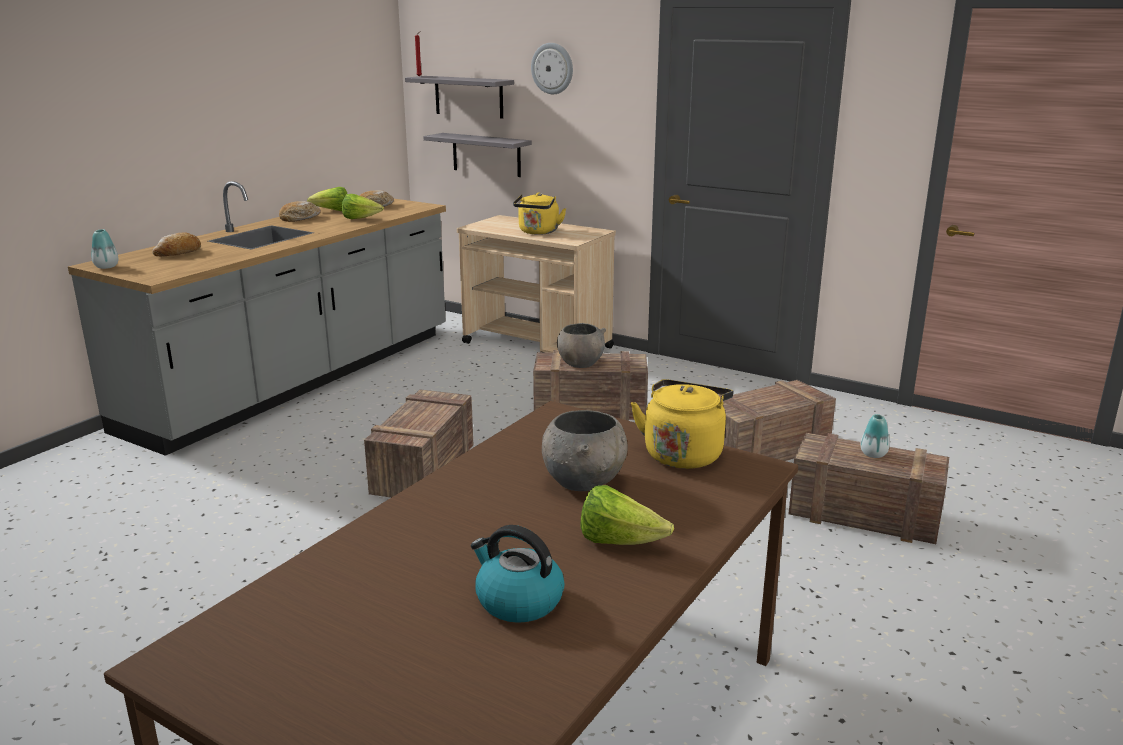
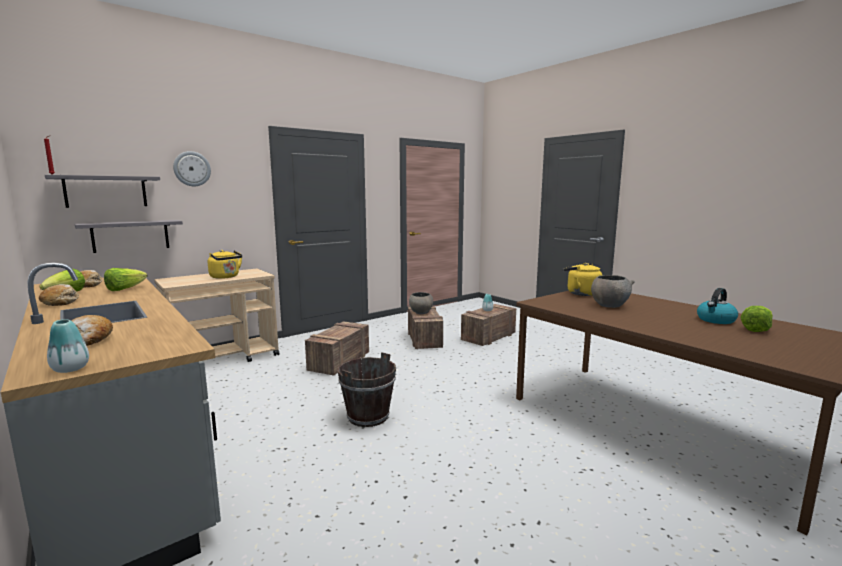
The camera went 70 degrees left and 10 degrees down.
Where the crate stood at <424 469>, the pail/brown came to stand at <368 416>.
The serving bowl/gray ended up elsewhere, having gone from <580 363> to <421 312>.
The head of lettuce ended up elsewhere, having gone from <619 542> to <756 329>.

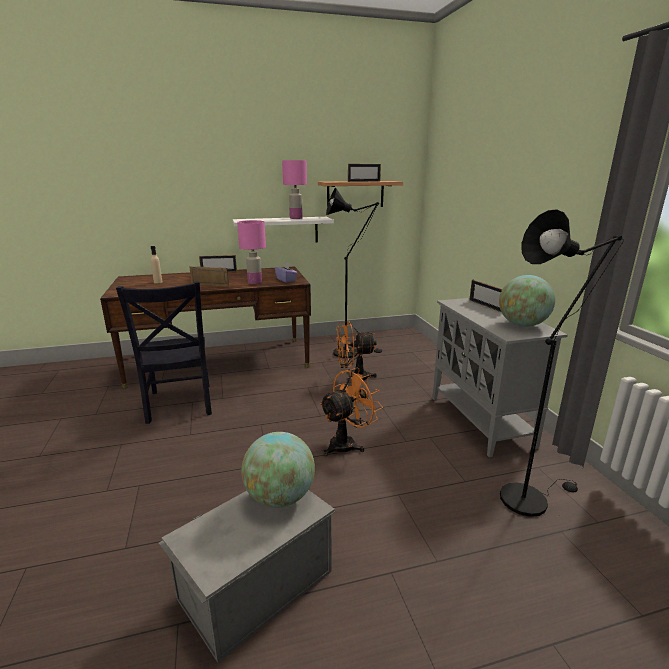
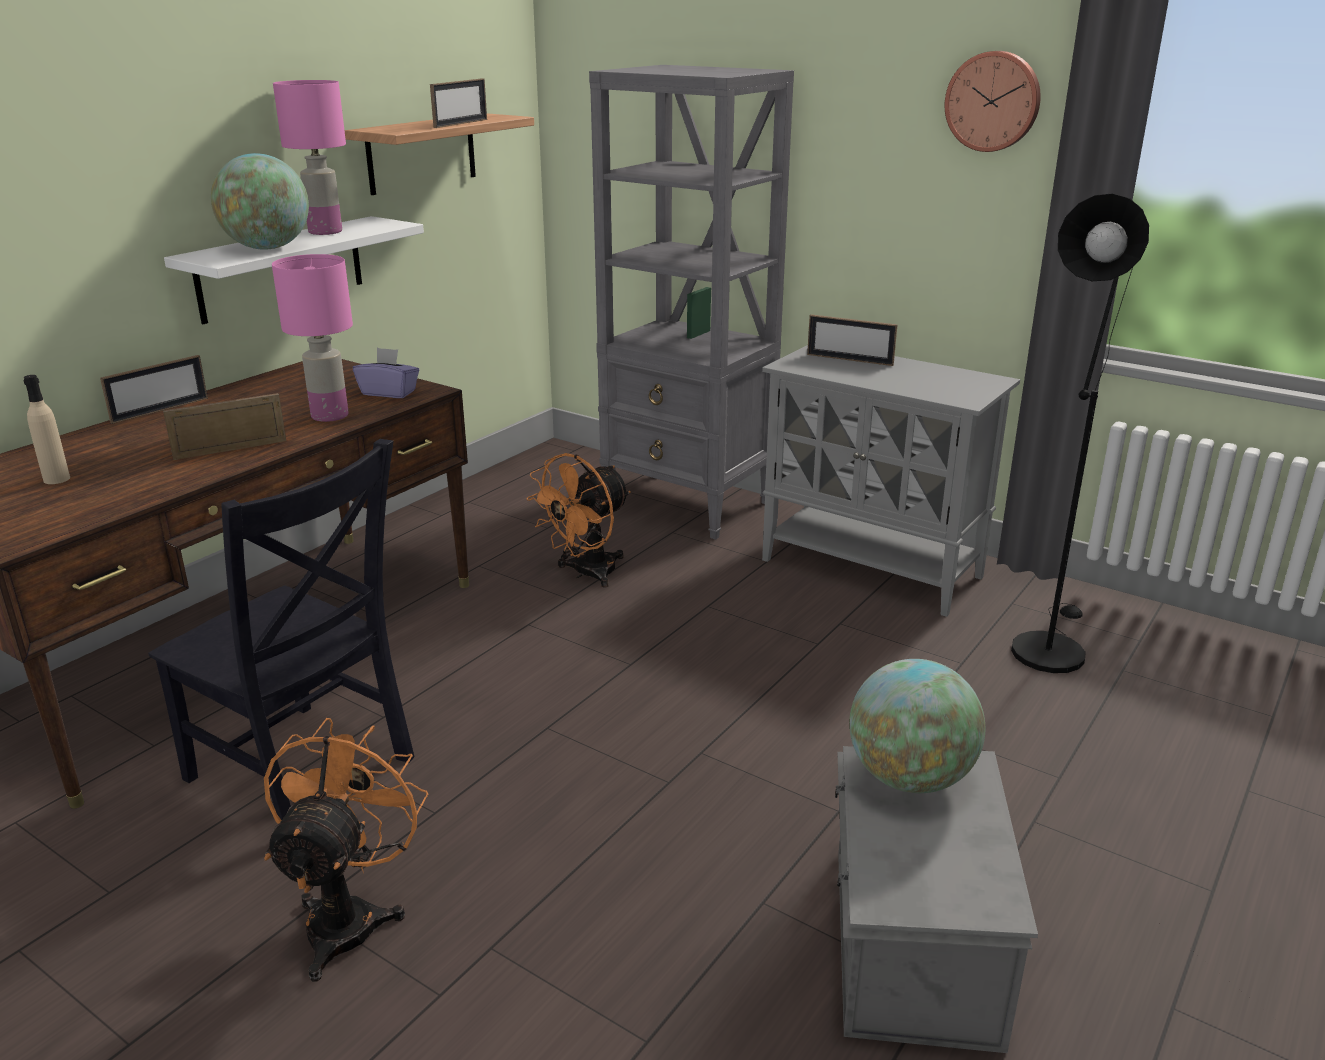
The camera went 40 degrees left and 5 degrees up.
The electric fan/orangey ended up elsewhere, having gone from <347 443> to <350 916>.
The second view lost the standard lamp/blackish at <350 352>.
The globe ended up elsewhere, having gone from <522 325> to <267 248>.
The second view gained the bookcase/gray at <688 505>.
The second view gained the clock on the wall at <993 101>.

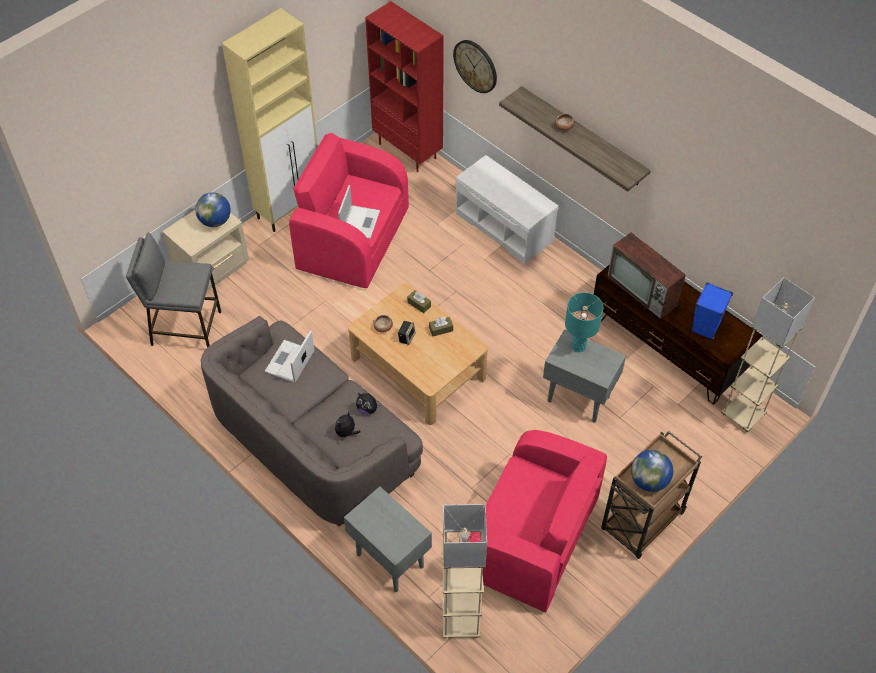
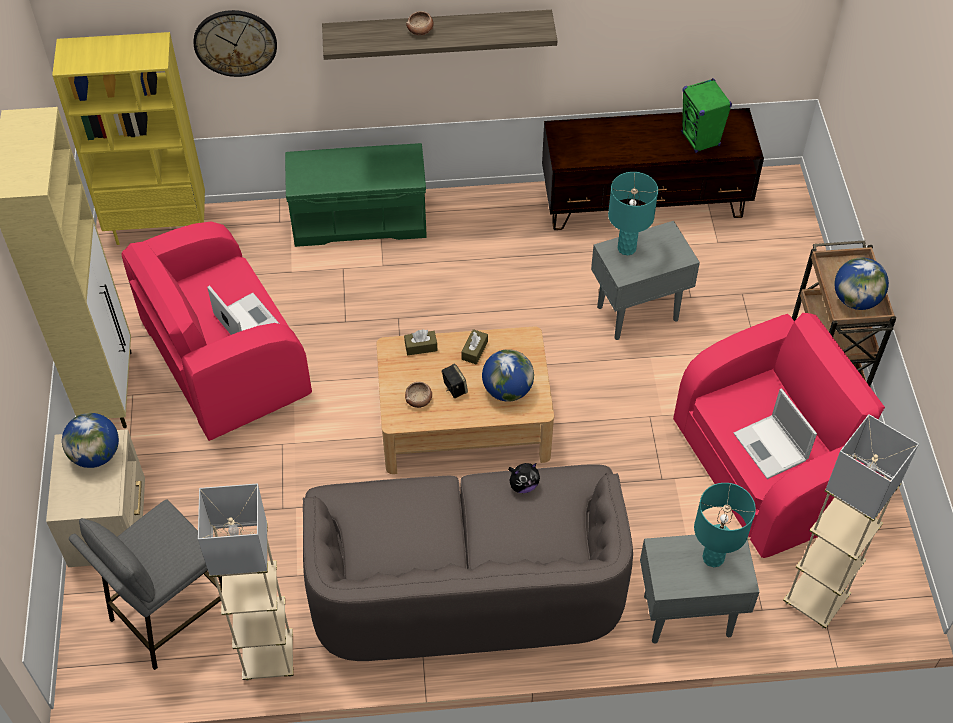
The camera went 50 degrees left and 0 degrees up.
The portable computer ended up elsewhere, having gone from <289 362> to <771 448>.
The second view lost the plush toy at <346 433>.
What was the bookcase/reddish at <408 151> turned into the bookcase/yellow at <159 226>.
What was the long seat/white at <505 227> turned into the long seat/green-coloured at <360 219>.
The second view lost the TV at <643 291>.
What was the audio speaker/bluish at <706 328> turned into the audio speaker/green-coloured at <700 139>.
The standard lamp/sand-coloured ended up elsewhere, having gone from <742 415> to <268 657>.
The second view gained the globe at <507 390>.
The second view gained the tabletop lamp/turquoise-coloured at <713 557>.

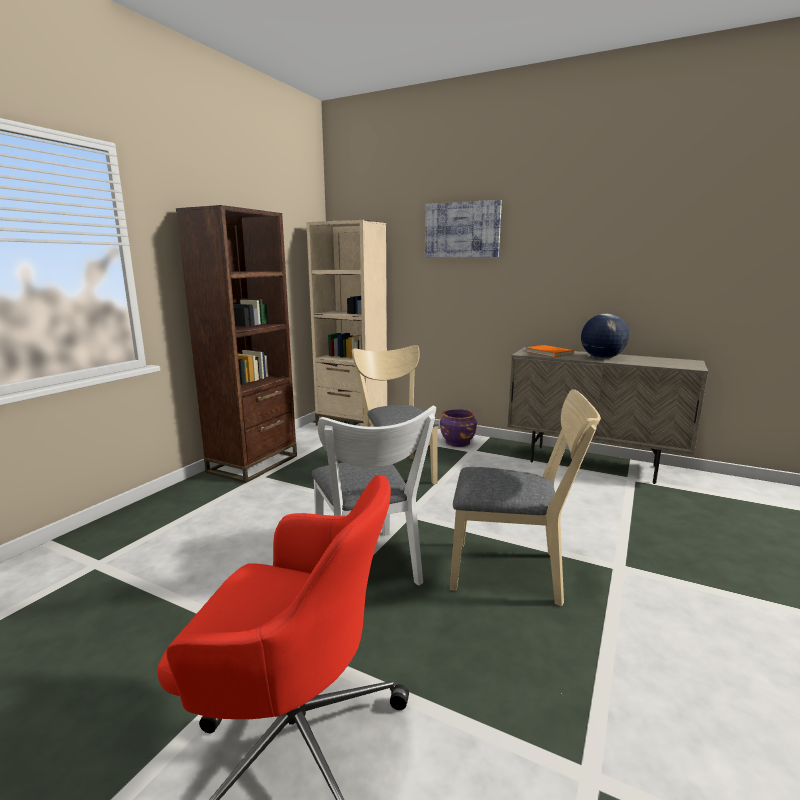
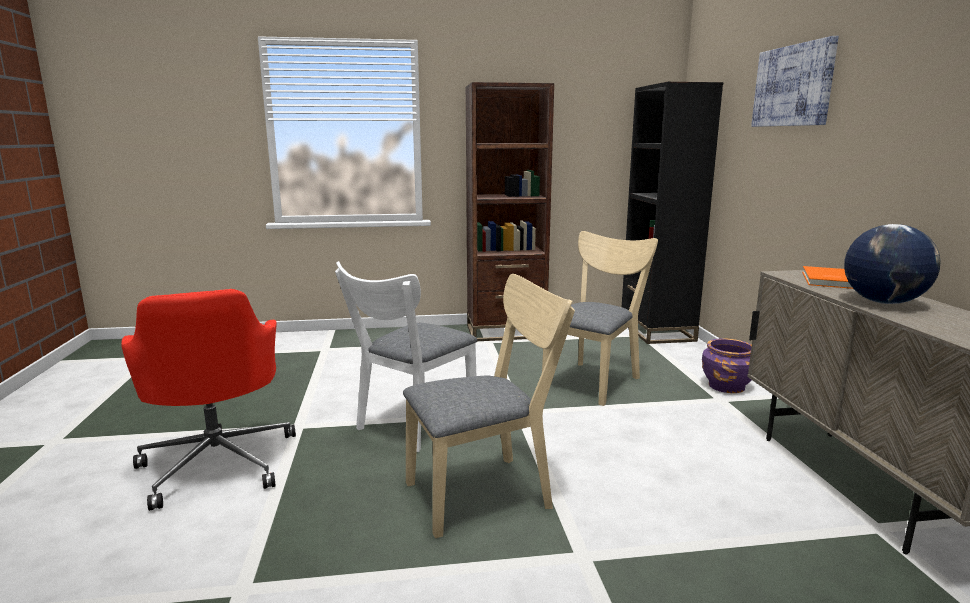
The camera went 55 degrees right and 0 degrees up.
What was the bookcase/sand-coloured at <351 424> turned into the bookcase/blackish at <656 331>.
The chair/sand-coloured at <516 572> ended up facing another way, 90 degrees counterclockwise from before.

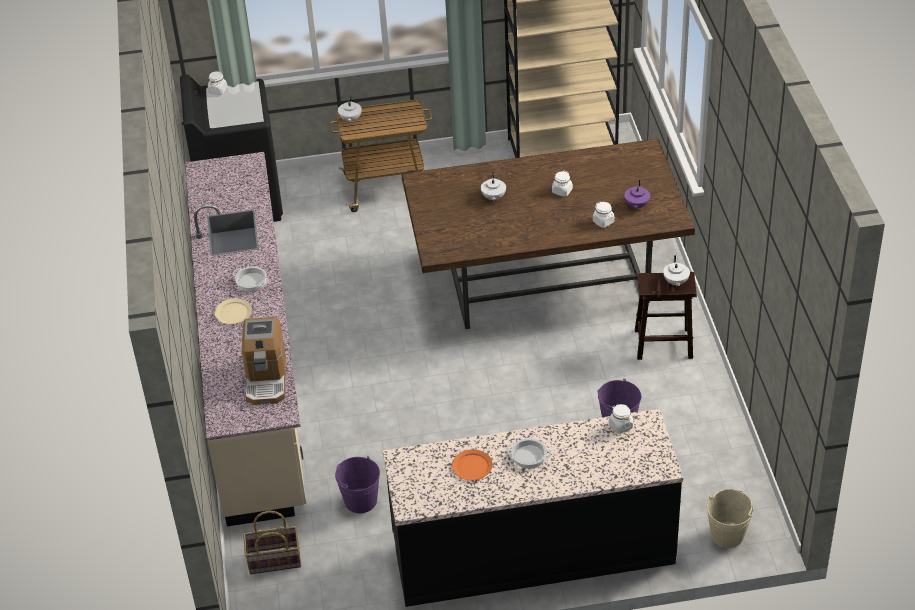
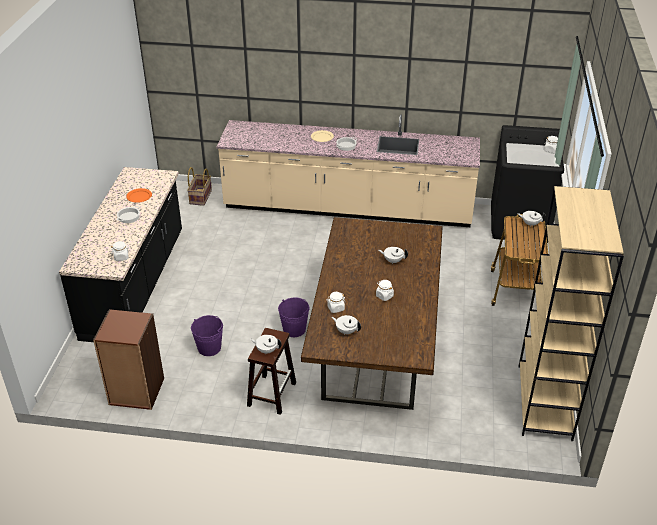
The camera went 105 degrees right and 5 degrees down.
The second view lost the coffee brewer at <266 378>.
The pail/purplish ended up elsewhere, having gone from <360 500> to <294 329>.
What was the tea pot/purplish at <636 205> turned into the tea pot/white at <346 331>.
The second view lost the pail/sand-coloured at <727 534>.
The second view gained the bookcase/brown at <136 392>.

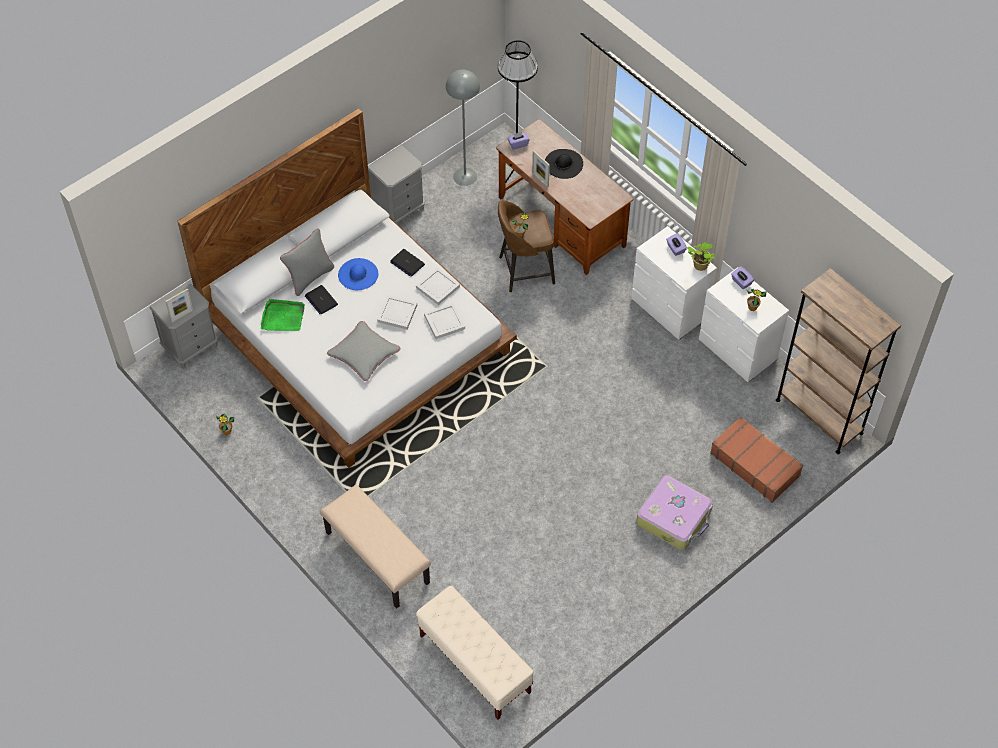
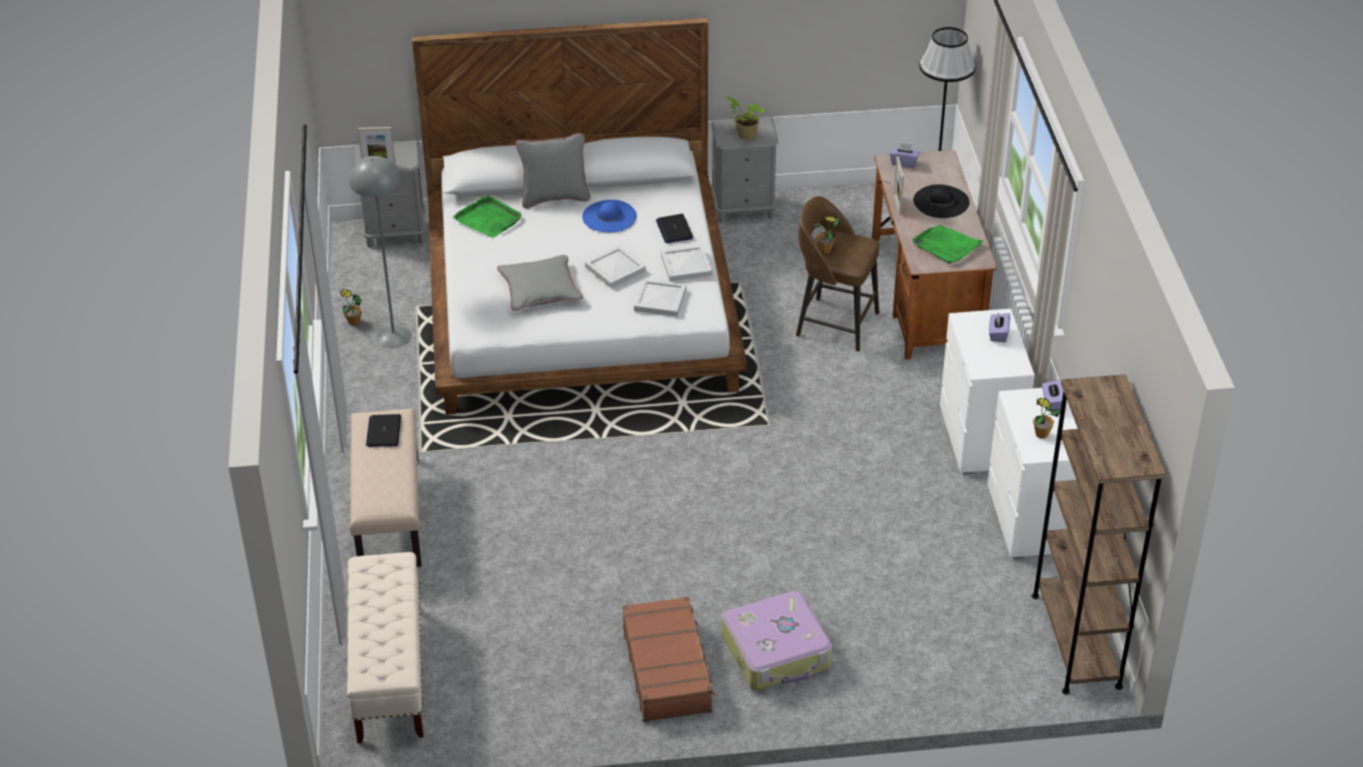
The camera went 35 degrees right and 15 degrees down.
The portable computer ended up elsewhere, having gone from <321 300> to <384 431>.
The standard lamp/gray ended up elsewhere, having gone from <465 176> to <394 337>.
The plant in a pot ended up elsewhere, having gone from <699 266> to <745 134>.
The suitcase/brown ended up elsewhere, having gone from <755 464> to <668 669>.
The second view gained the carrying tray/green-coloured at <946 246>.

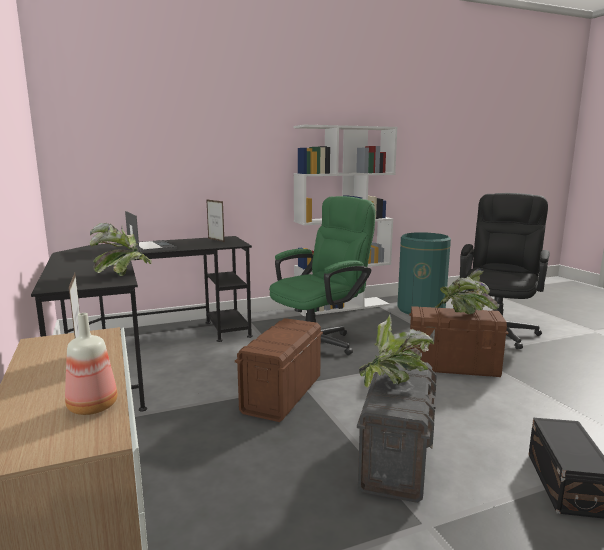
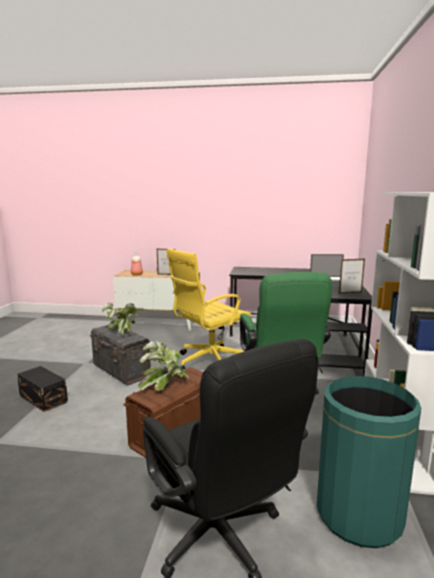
The camera went 120 degrees right and 0 degrees up.
The second view lost the plant in a pot at <122 274>.
Where the storage box/brown stood at <282 394>, the office chair/yellow came to stand at <209 363>.

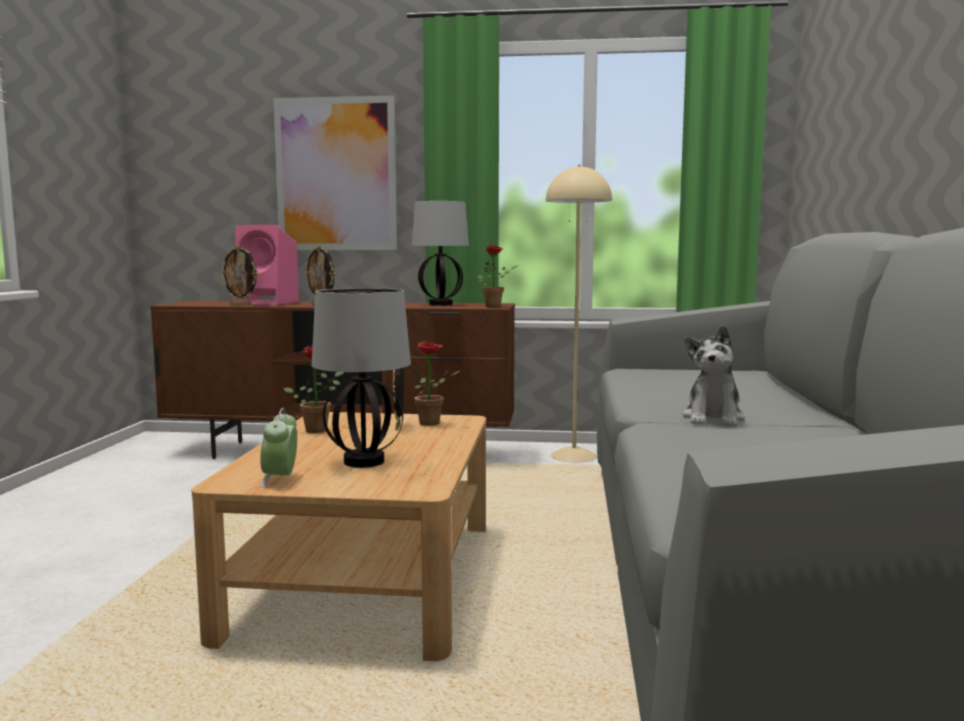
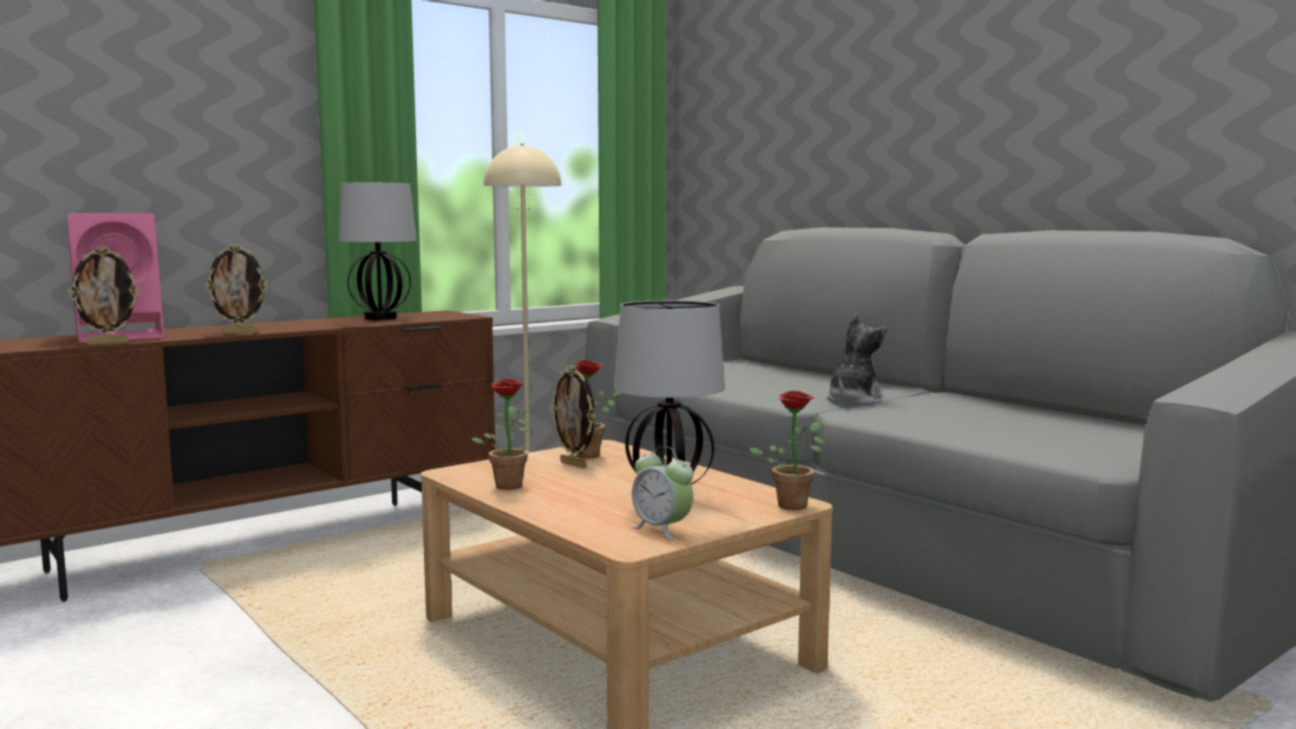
The camera went 45 degrees left and 0 degrees up.
The second view lost the picture at <336 174>.
The plant in a pot ended up elsewhere, having gone from <496 306> to <793 504>.
The plush toy at <713 418> ended up facing another way, 120 degrees counterclockwise from before.

